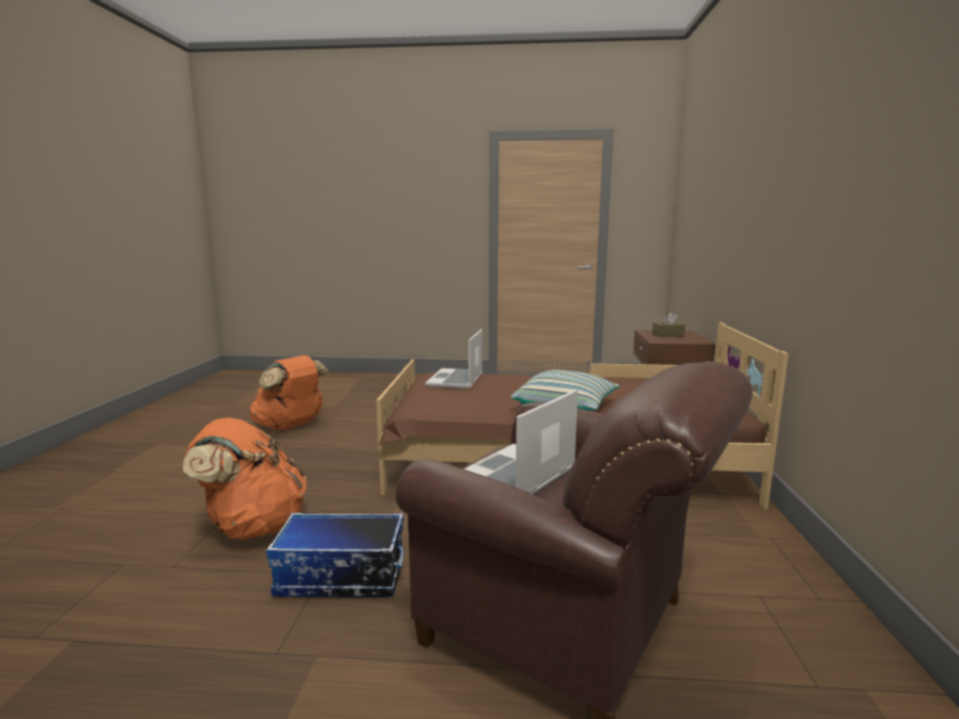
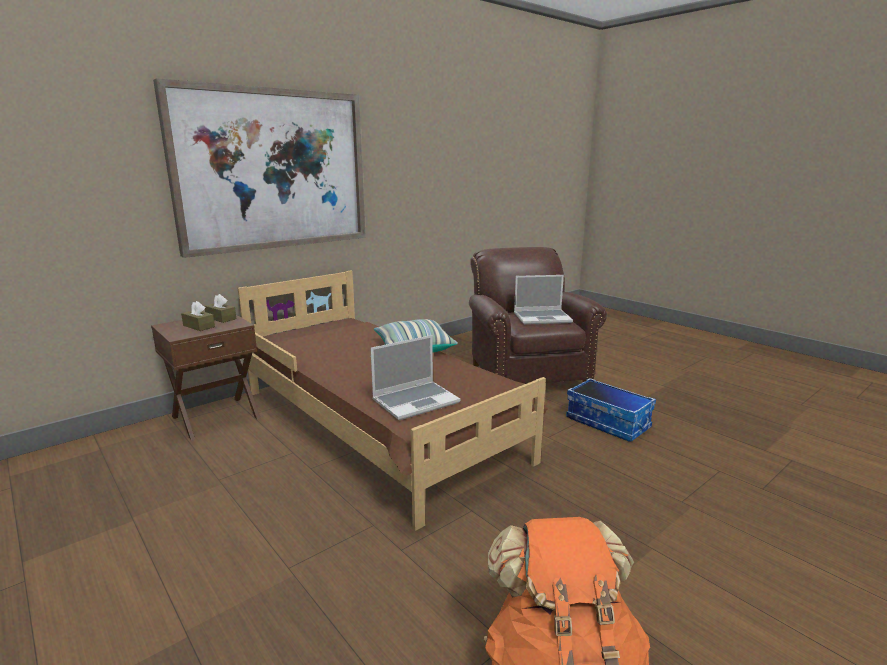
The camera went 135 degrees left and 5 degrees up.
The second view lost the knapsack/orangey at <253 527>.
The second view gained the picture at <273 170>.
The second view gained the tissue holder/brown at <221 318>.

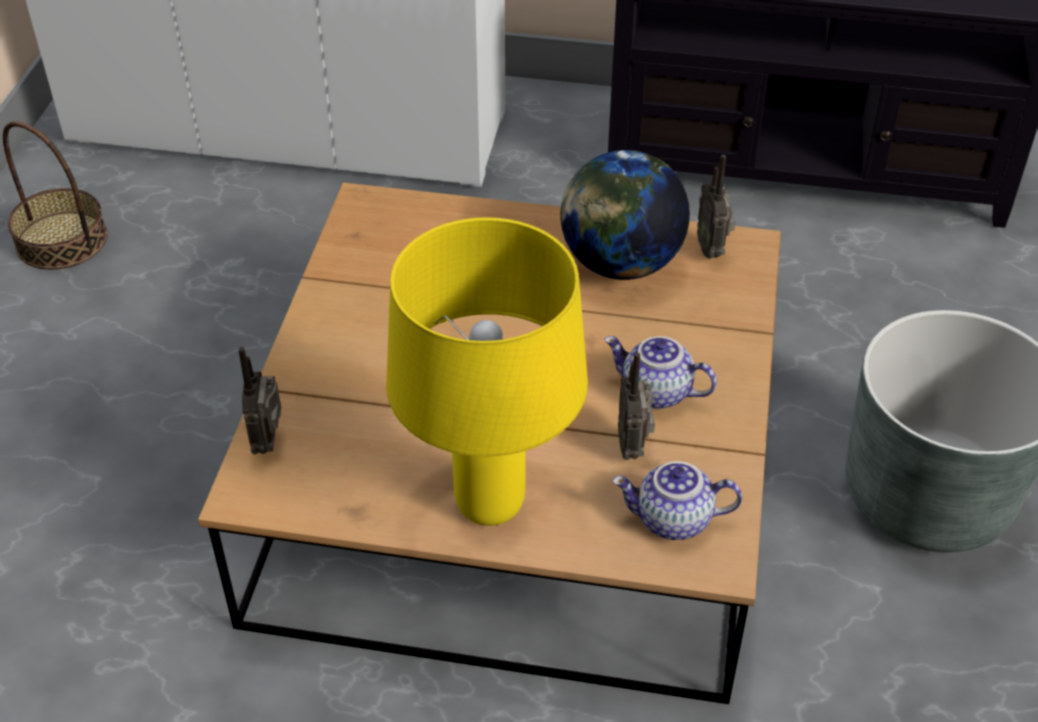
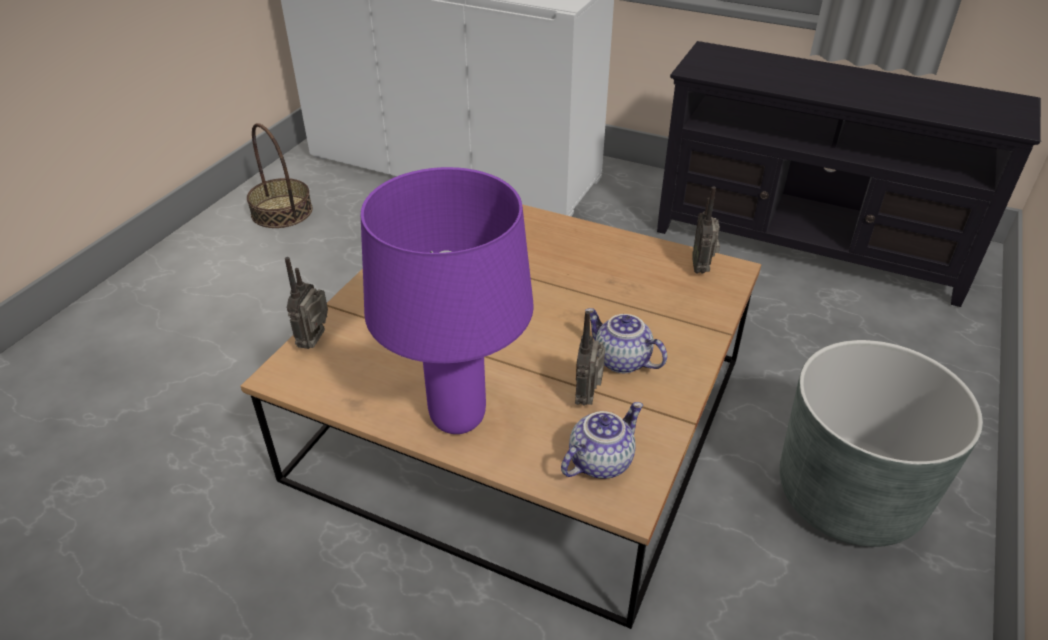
The camera went 15 degrees right and 5 degrees down.
What was the tabletop lamp/yellow at <491 504> turned into the tabletop lamp/purplish at <459 418>.
The second view lost the globe at <621 264>.
The tea pot at <673 521> ended up facing another way, 120 degrees clockwise from before.

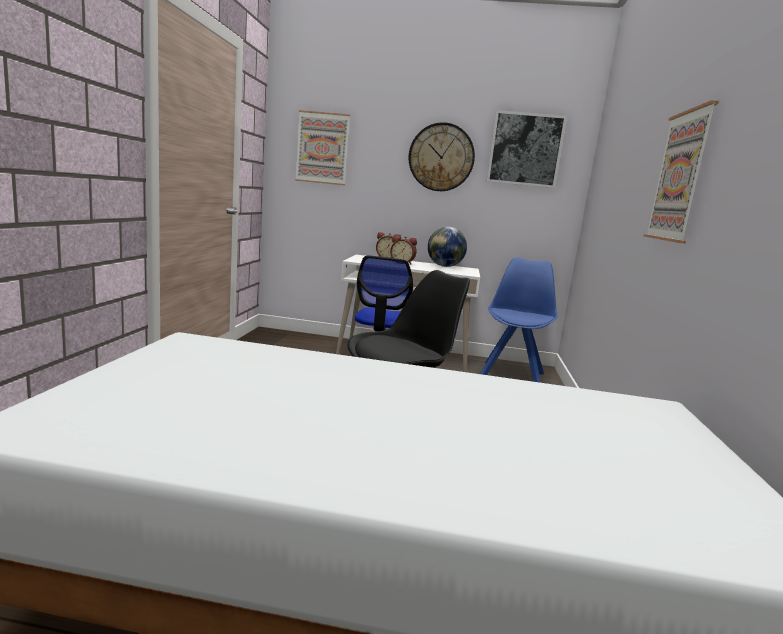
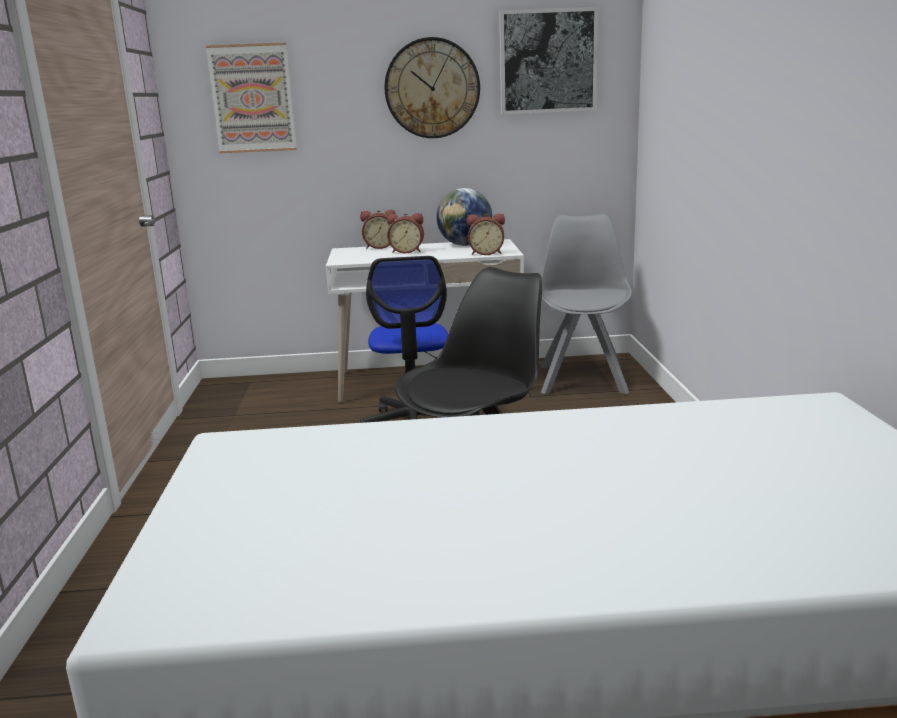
The camera went 10 degrees left and 5 degrees up.
What was the chair/bluish at <512 376> turned into the chair/gray at <582 378>.
The second view lost the picture at <680 177>.
The second view gained the table clock at <486 253>.

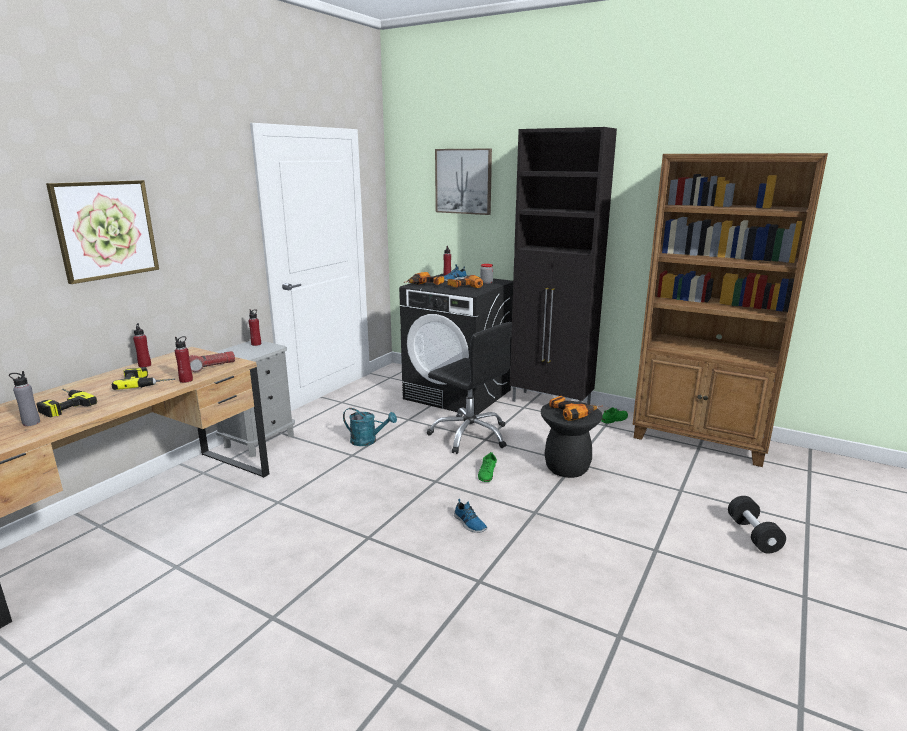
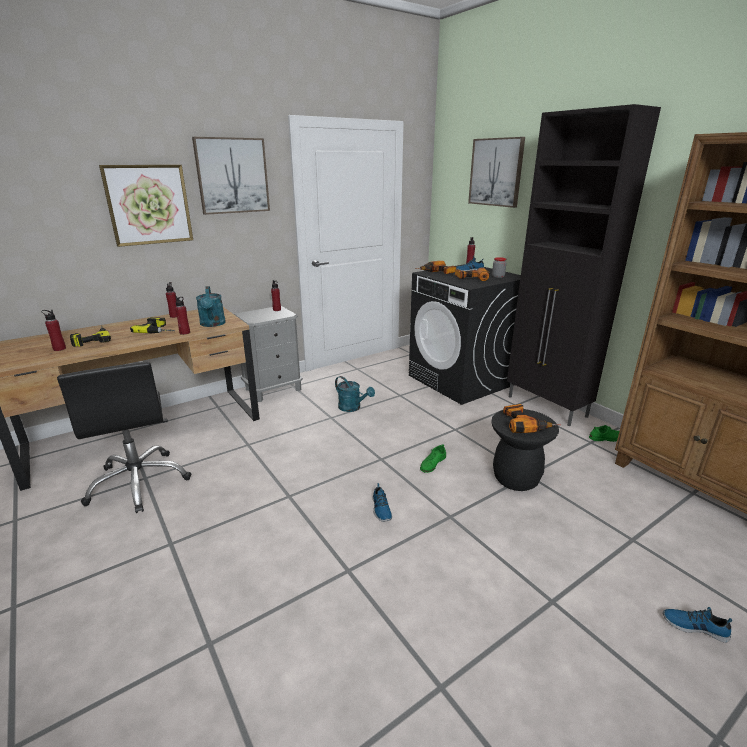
The camera went 25 degrees right and 5 degrees up.
What was the drink bottle/gray at <31 423> turned into the drink bottle/reddish at <59 349>.
Where the torch stood at <210 367>, the sprinkling can/turquoise-coloured came to stand at <213 324>.
The office chair/blackish ended up elsewhere, having gone from <470 435> to <139 482>.
Where the dumbbell/blackish stood at <753 535>, the low shoe came to stand at <694 626>.
The second view gained the picture at <232 176>.

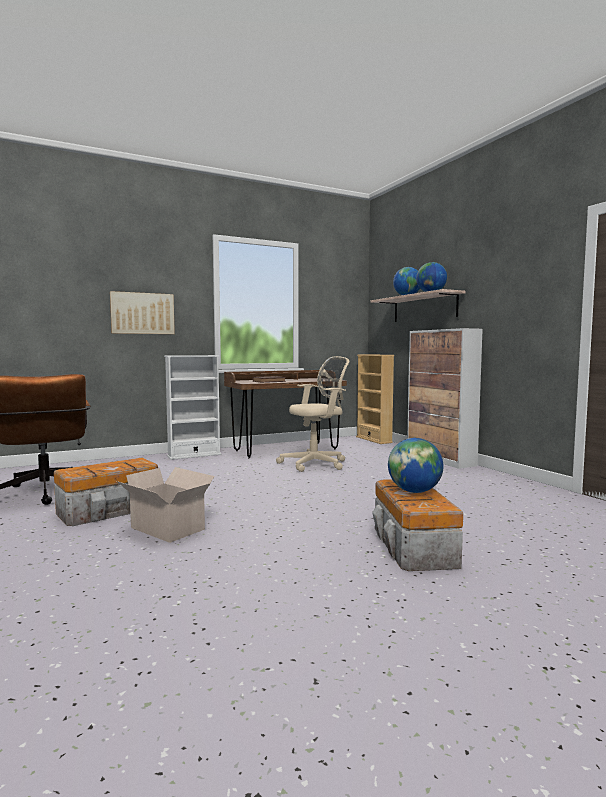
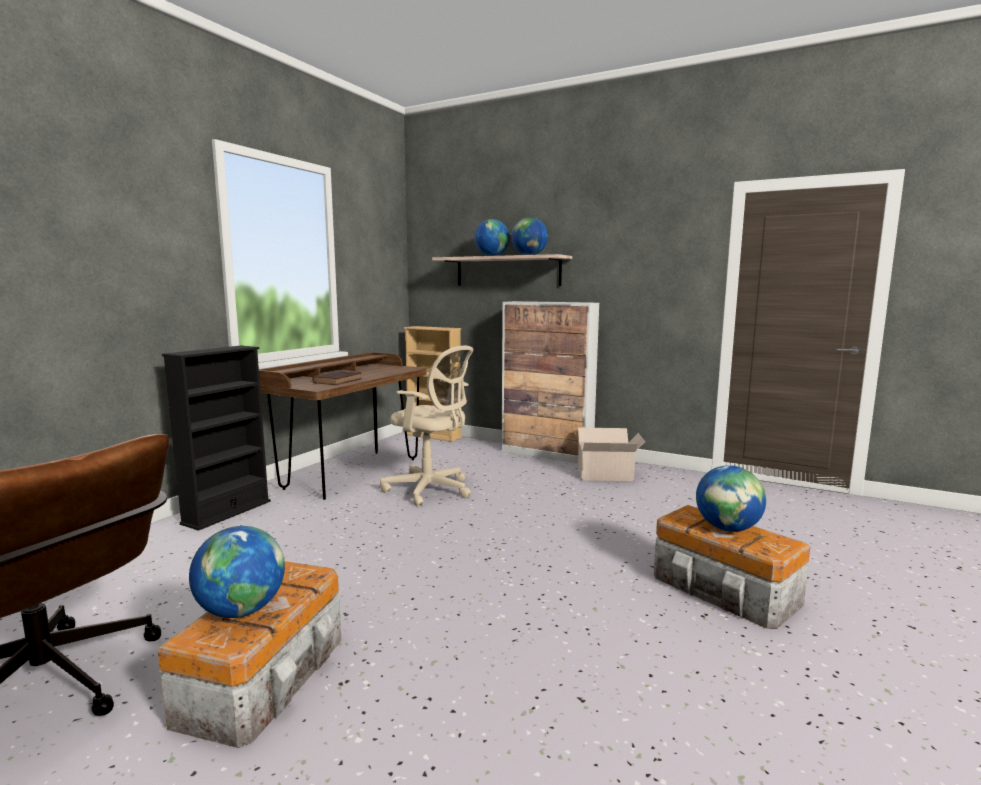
The camera went 35 degrees left and 5 degrees up.
The second view lost the picture at <142 313>.
The carton ended up elsewhere, having gone from <168 529> to <606 475>.
What was the bookcase/white at <194 455> turned into the bookcase/blackish at <227 512>.
The office chair/sand-coloured at <316 464> ended up facing another way, 90 degrees clockwise from before.
The second view gained the globe at <241 610>.

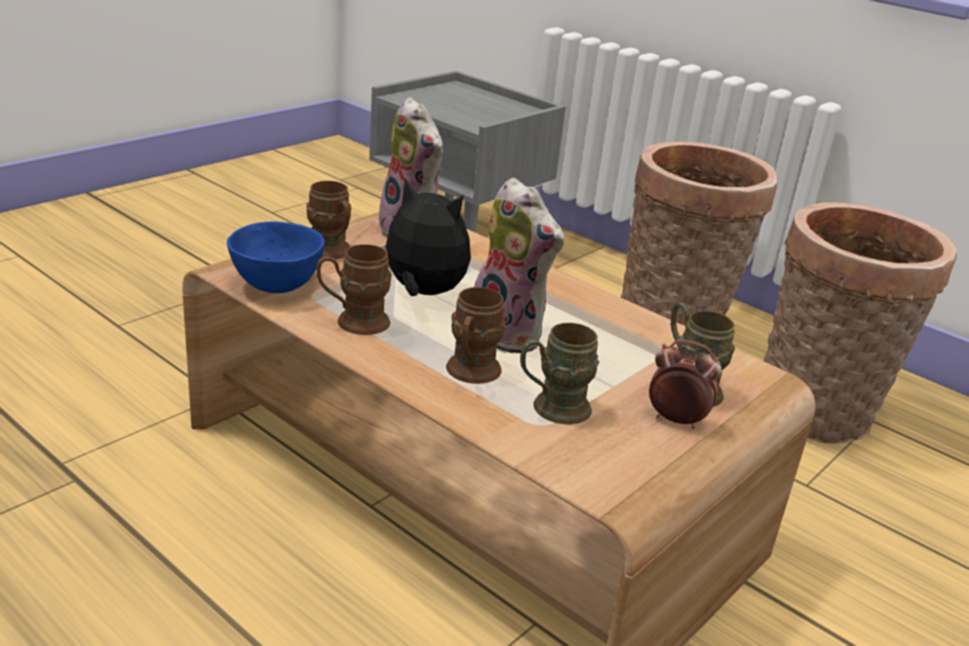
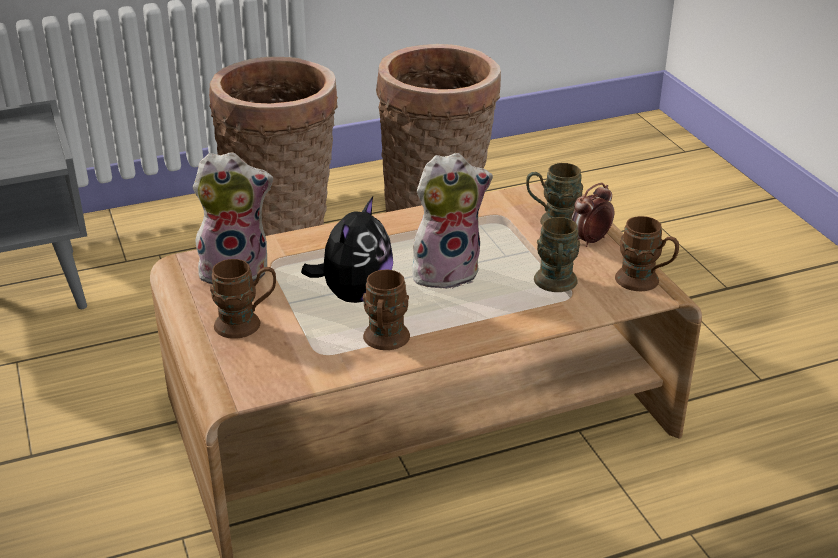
The camera went 60 degrees left and 5 degrees up.
The second view lost the serving bowl/bluish at <275 287>.
The plush toy at <421 293> ended up facing another way, 150 degrees clockwise from before.
The tea mug/brown ended up elsewhere, having gone from <470 374> to <644 282>.

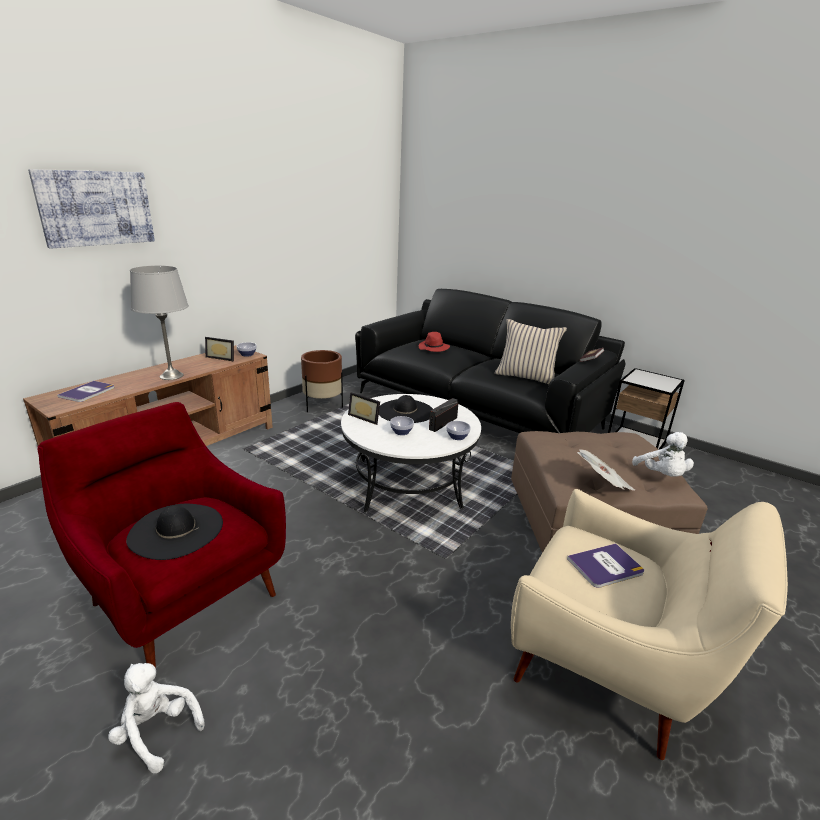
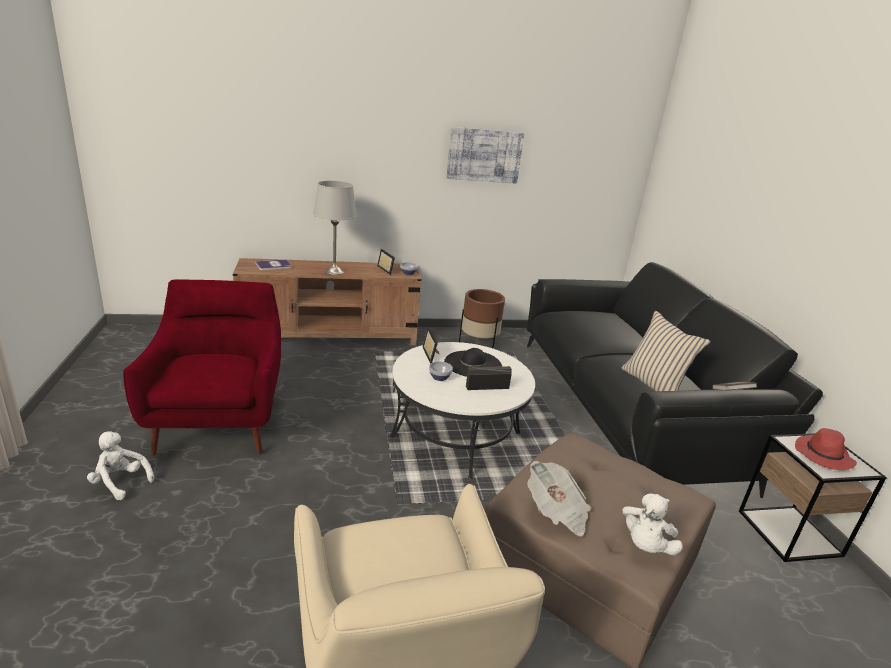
The camera went 40 degrees right and 0 degrees up.
The picture ended up elsewhere, having gone from <96 208> to <484 155>.
The plush toy/white at <157 732> ended up facing another way, 45 degrees counterclockwise from before.
The second view lost the hat/blackish at <176 530>.
The hat/reddish ended up elsewhere, having gone from <434 348> to <823 456>.
The second view lost the serving bowl at <456 437>.
The second view lost the volume at <605 566>.

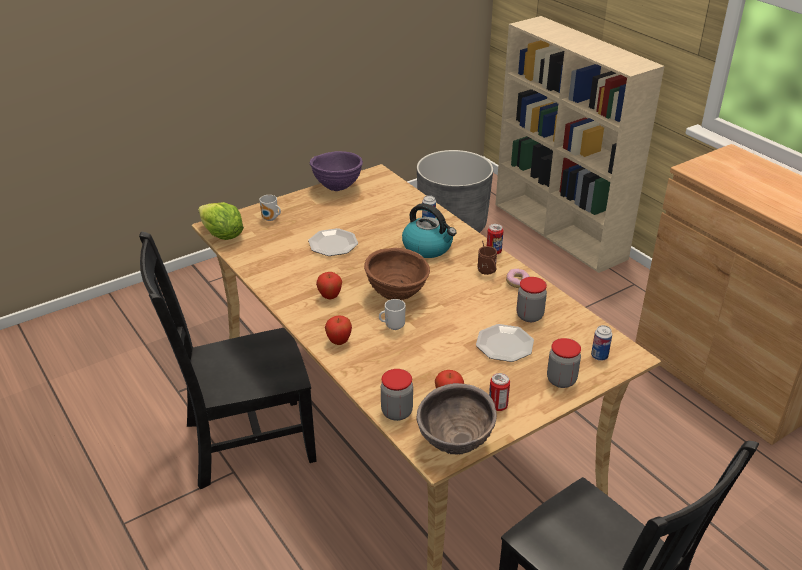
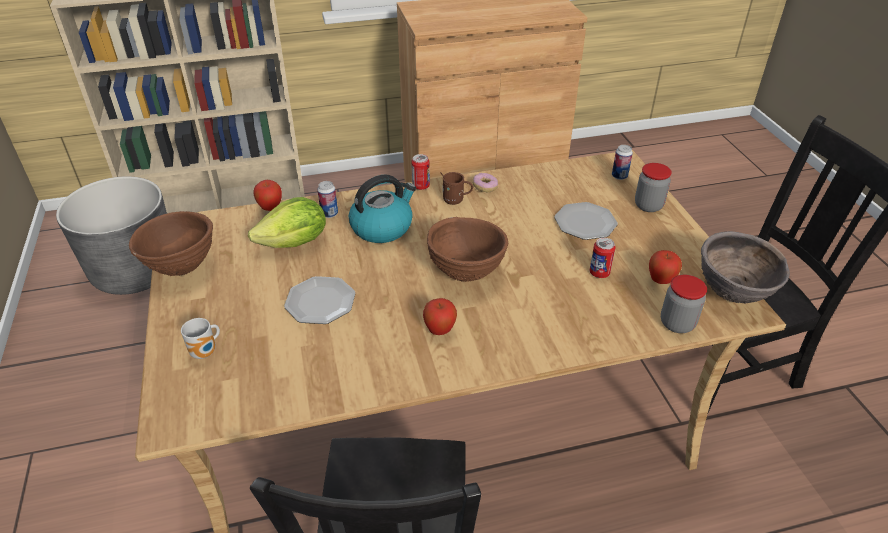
The camera went 70 degrees left and 5 degrees up.
The head of lettuce ended up elsewhere, having gone from <222 235> to <295 243>.
What was the serving bowl/purplish at <337 188> turned into the serving bowl/brown at <181 268>.
The apple fruit ended up elsewhere, having gone from <339 342> to <270 208>.
The second view lost the tea mug at <393 326>.
The sealed can ended up elsewhere, having gone from <498 406> to <599 273>.
The second view lost the storage jar at <529 316>.

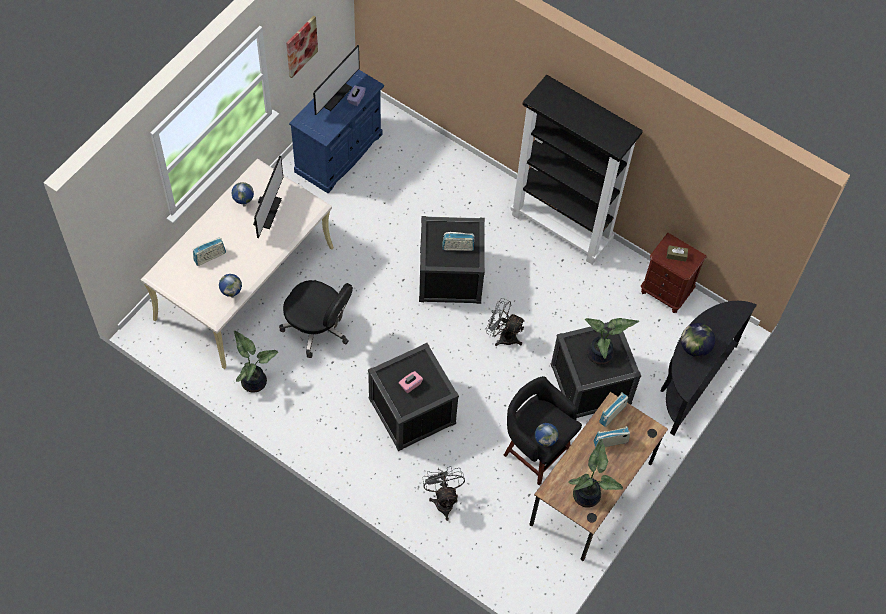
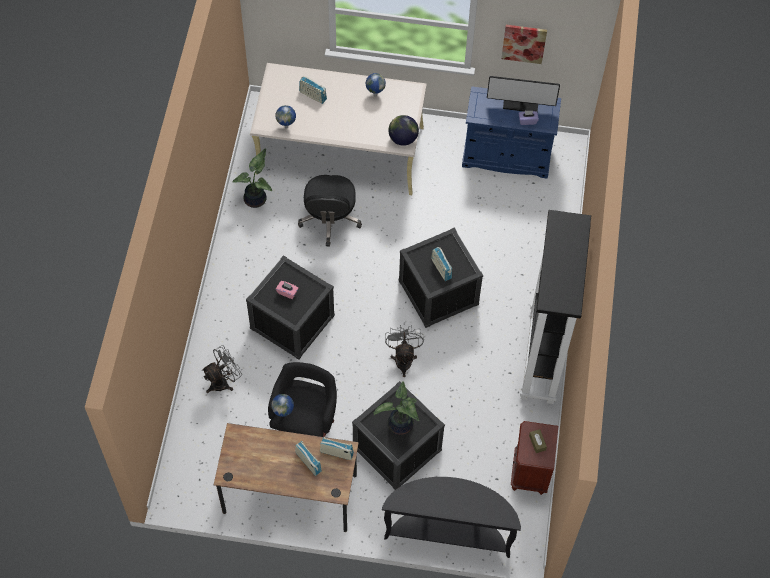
The camera went 65 degrees right and 0 degrees up.
The second view lost the computer screen at <267 211>.
The second view lost the plant in a pot at <588 494>.
The globe ended up elsewhere, having gone from <694 347> to <403 138>.

